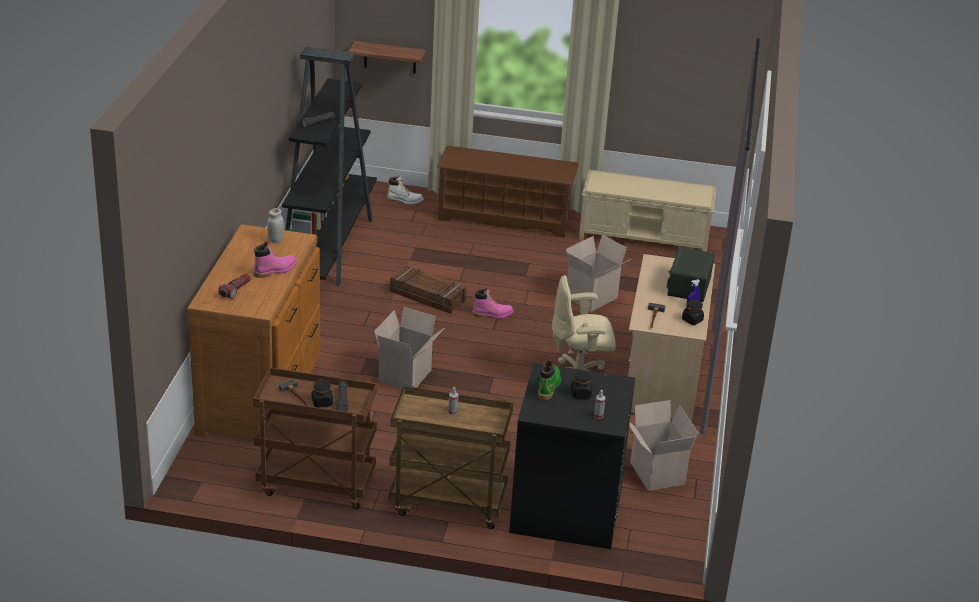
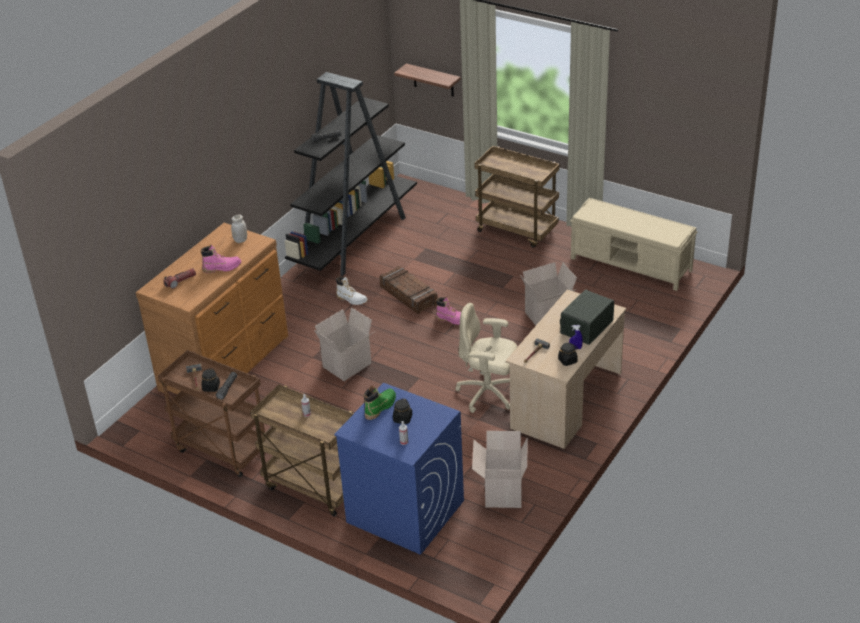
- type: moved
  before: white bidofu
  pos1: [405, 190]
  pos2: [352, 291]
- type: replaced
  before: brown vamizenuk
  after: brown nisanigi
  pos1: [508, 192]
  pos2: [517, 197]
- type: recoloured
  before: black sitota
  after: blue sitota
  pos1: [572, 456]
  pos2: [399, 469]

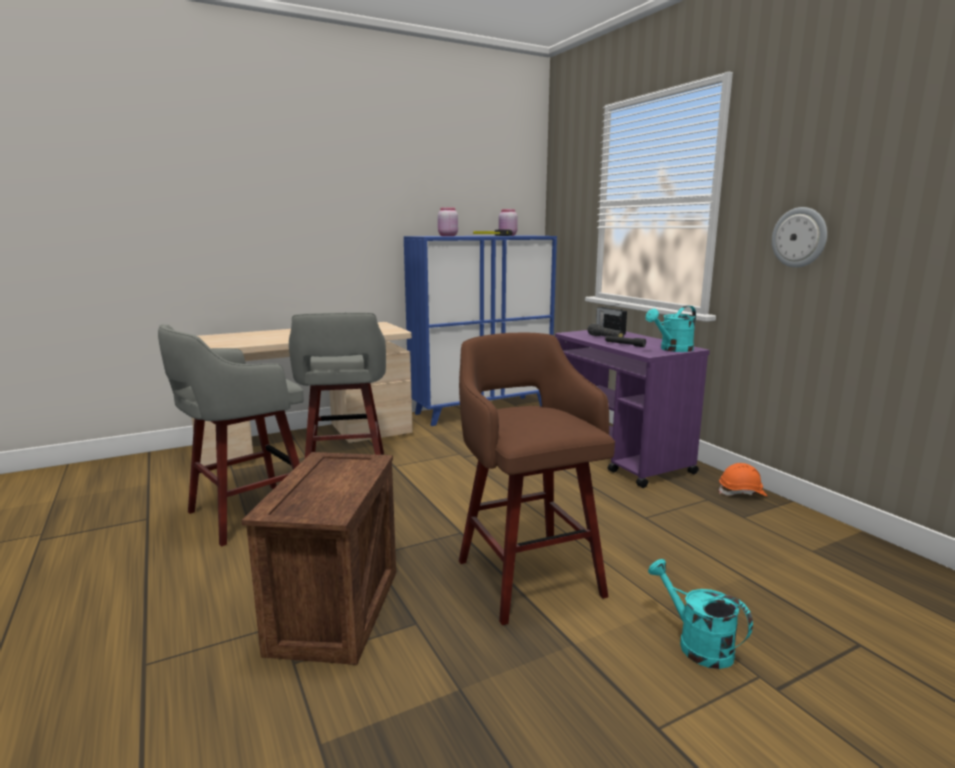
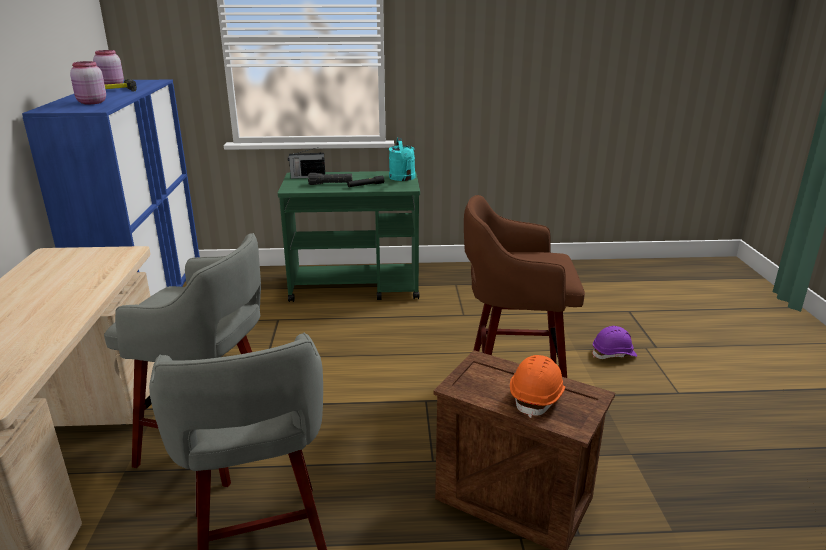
- type: recoloured
  before: purple nisanigi
  after: green nisanigi
  pos1: [632, 409]
  pos2: [349, 236]
- type: replaced
  before: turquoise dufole
  after: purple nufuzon
  pos1: [700, 614]
  pos2: [614, 342]
- type: moved
  before: orange nufuzon
  pos1: [743, 479]
  pos2: [537, 386]
- type: removed
  before: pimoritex
  pos1: [799, 237]

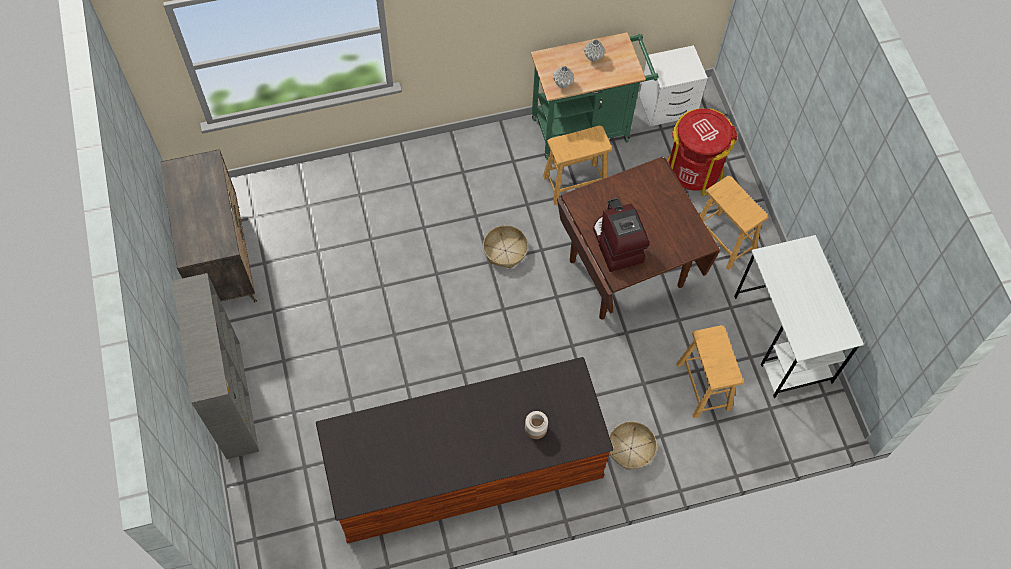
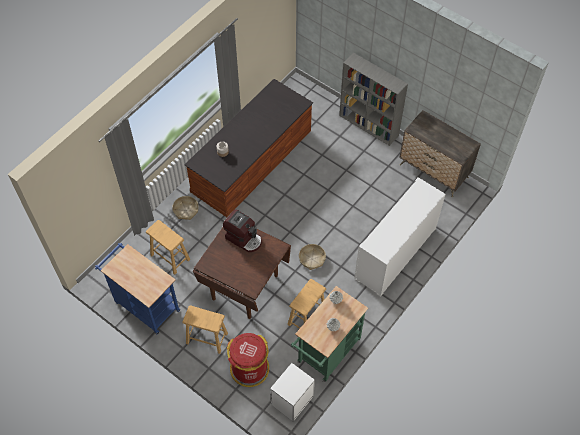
- type: replaced
  before: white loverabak
  after: blue nisanigi
  pos1: [799, 316]
  pos2: [137, 288]
- type: added
  after: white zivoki
  pos2: [400, 237]

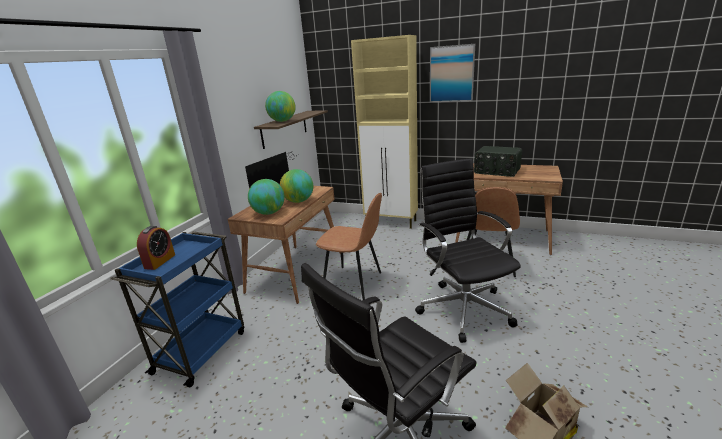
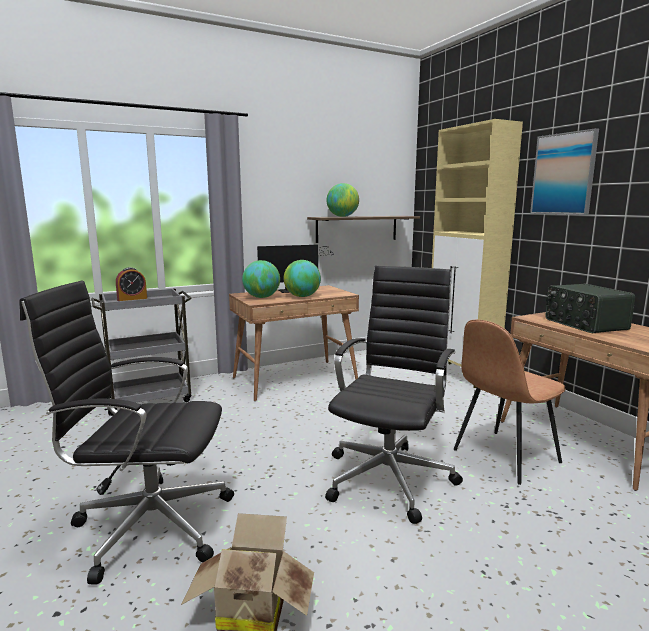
- type: recoloured
  before: blue nisanigi
  after: grey nisanigi
  pos1: [177, 309]
  pos2: [141, 352]
- type: removed
  before: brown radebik
  pos1: [349, 246]

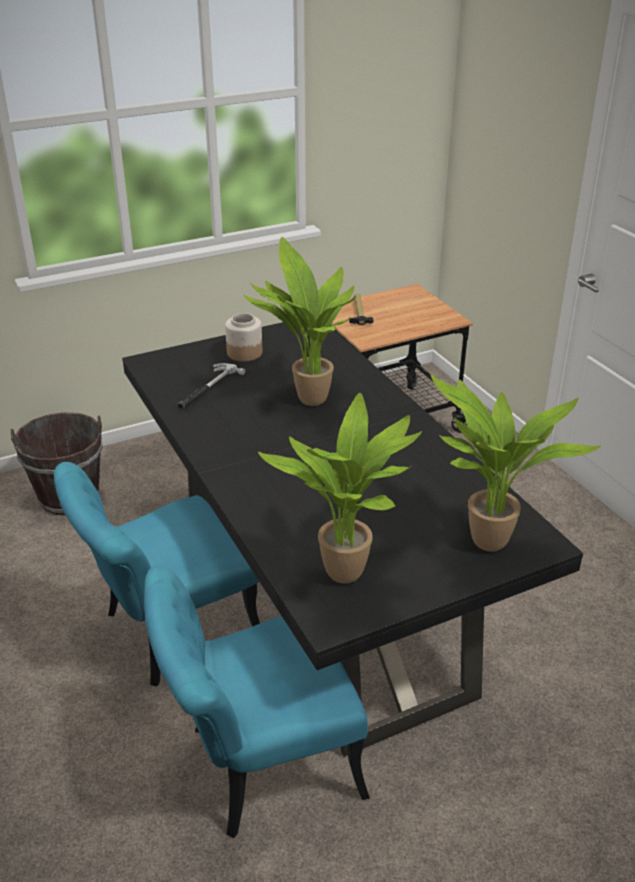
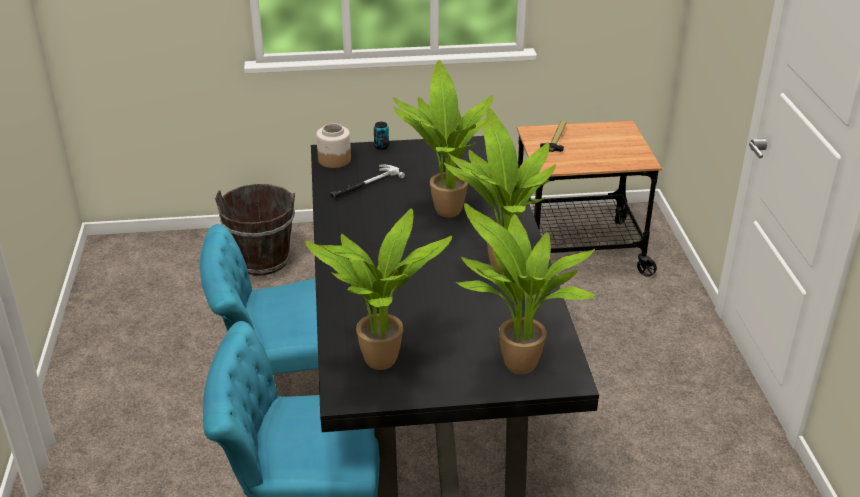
- type: moved
  before: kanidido
  pos1: [243, 337]
  pos2: [333, 145]
- type: added
  after: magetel
  pos2: [381, 136]
- type: added
  after: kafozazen
  pos2: [500, 192]

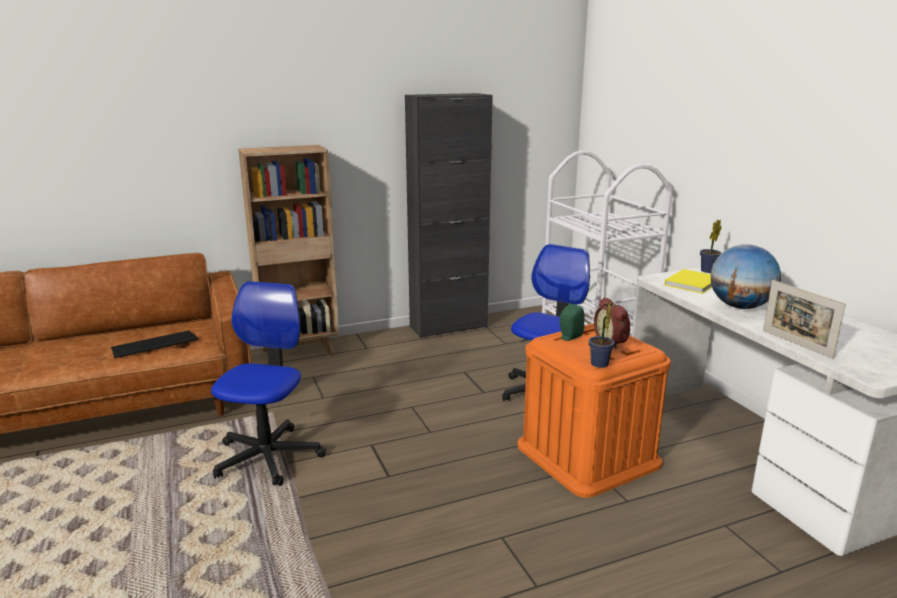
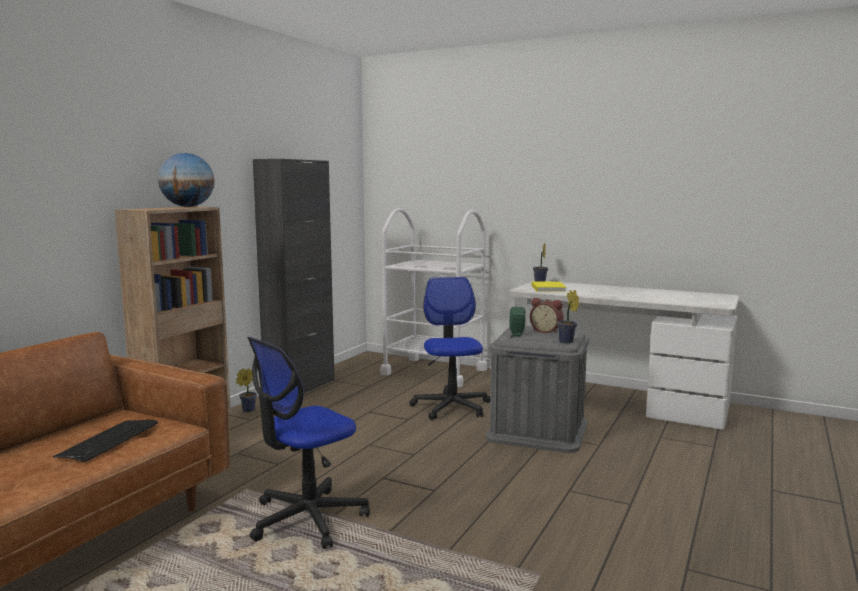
- type: turned
  before: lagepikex
  pos1: [268, 383]
  pos2: [308, 443]
  turn: -105
- type: recoloured
  before: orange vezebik
  after: grey vezebik
  pos1: [594, 410]
  pos2: [537, 389]
- type: moved
  before: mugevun
  pos1: [746, 276]
  pos2: [186, 180]
- type: removed
  before: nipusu
  pos1: [804, 319]
- type: added
  after: kafozazen
  pos2: [246, 390]

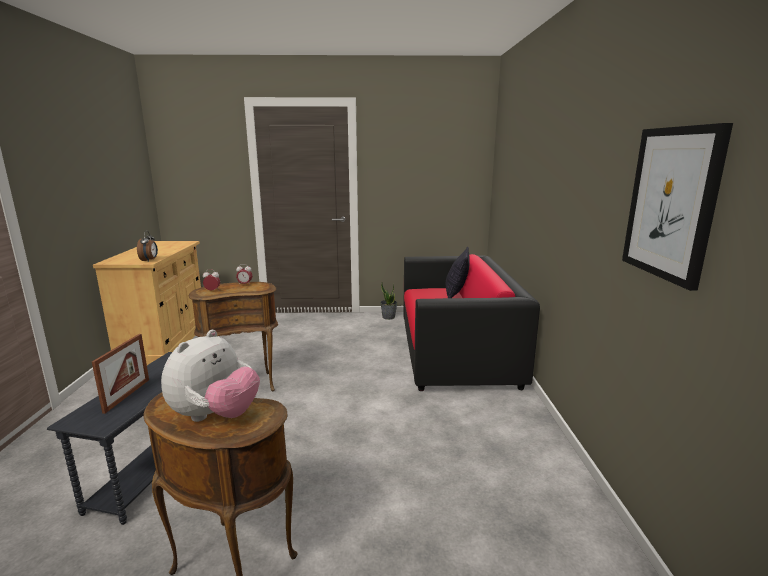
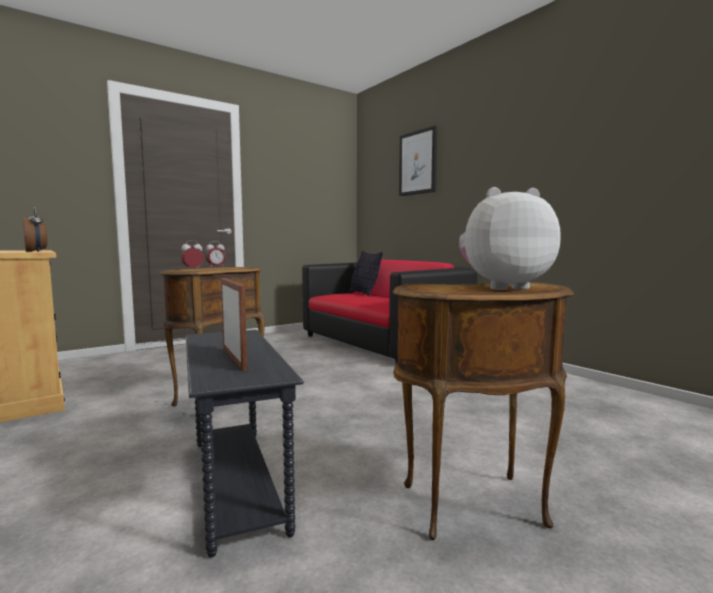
- type: turned
  before: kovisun
  pos1: [210, 376]
  pos2: [510, 238]
  turn: -90
- type: removed
  before: kafozazen
  pos1: [389, 300]
- type: moved
  before: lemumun
  pos1: [677, 207]
  pos2: [418, 161]

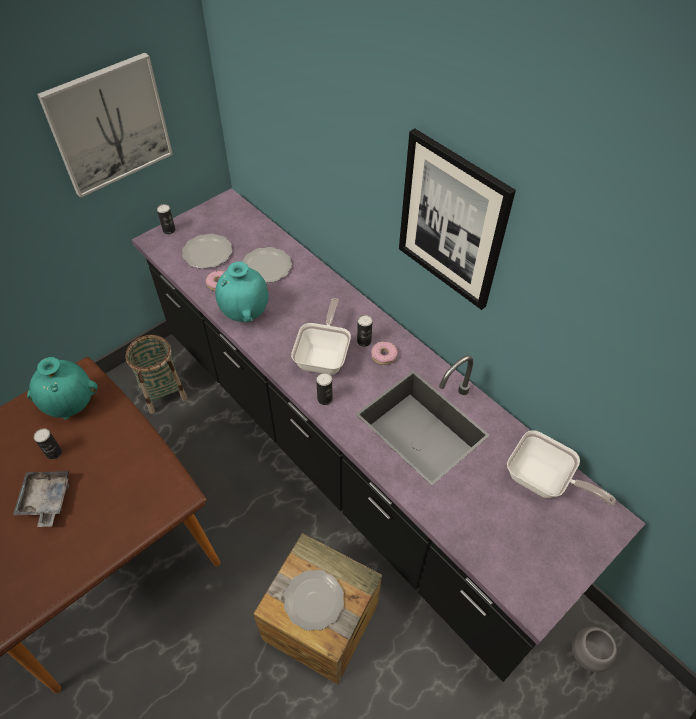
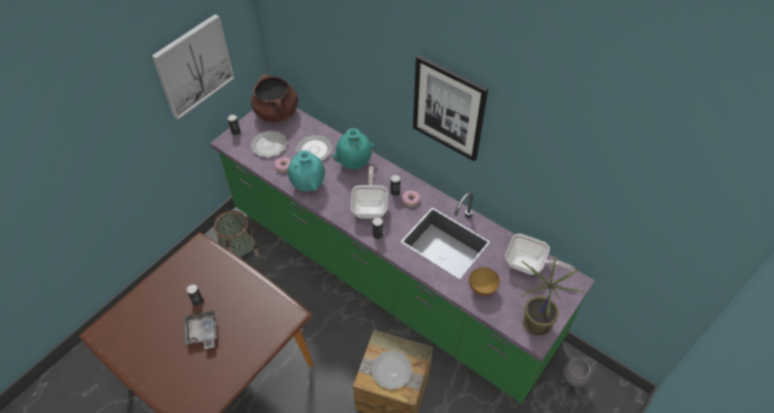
- type: moved
  before: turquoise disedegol
  pos1: [62, 388]
  pos2: [354, 149]
- type: recoloured
  before: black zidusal
  after: green zidusal
  pos1: [389, 435]
  pos2: [402, 256]
- type: added
  after: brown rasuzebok
  pos2: [274, 98]
- type: added
  after: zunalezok
  pos2: [484, 281]
- type: added
  after: kafozazen
  pos2: [553, 295]

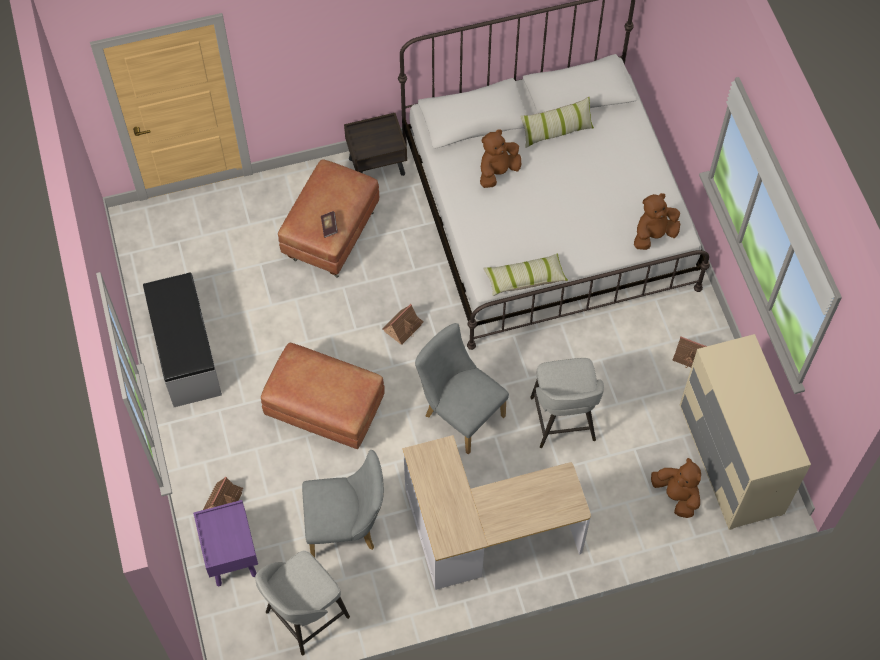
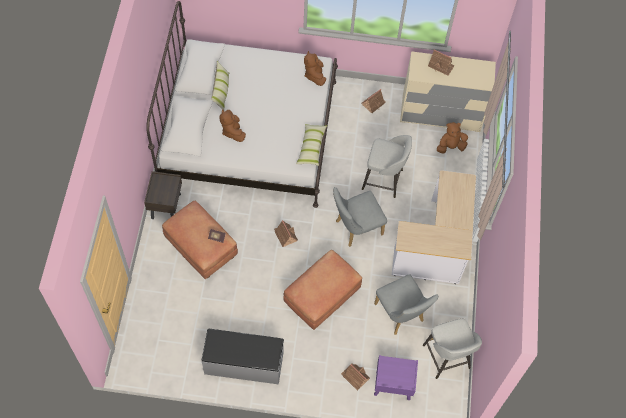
- type: turned
  before: grey radebik
  pos1: [343, 503]
  pos2: [406, 304]
  turn: 135
- type: added
  after: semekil
  pos2: [441, 63]

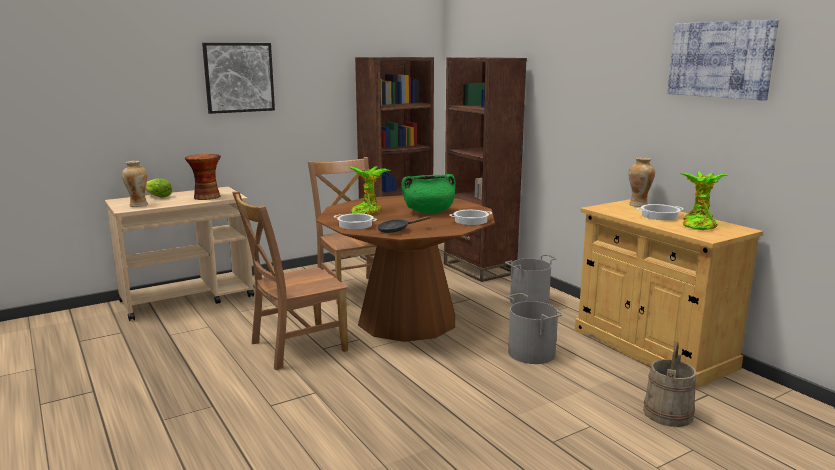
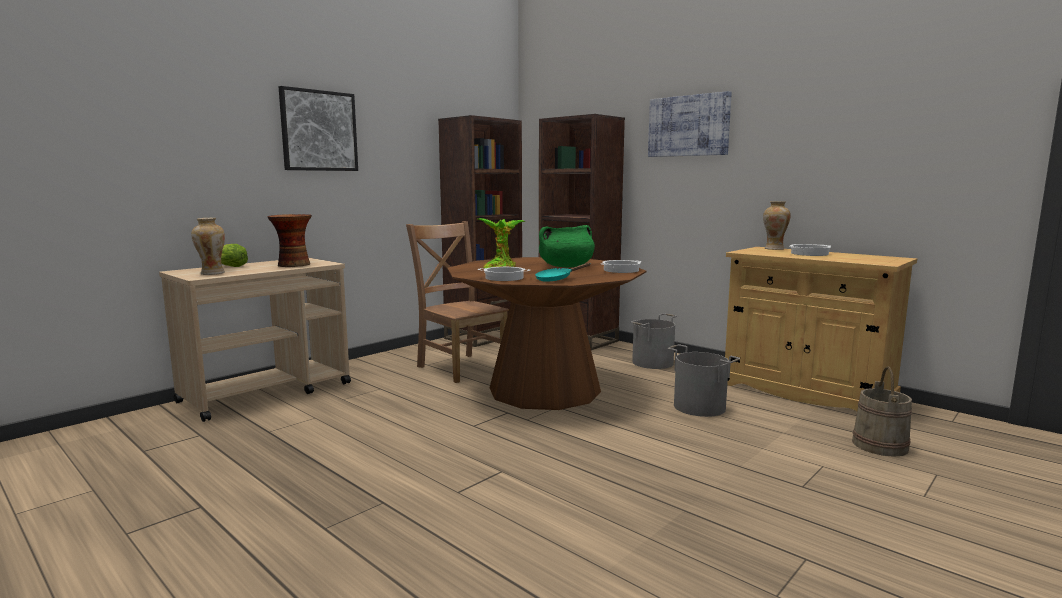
- type: removed
  before: brown radebik
  pos1: [290, 280]
- type: recoloured
  before: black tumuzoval
  after: turquoise tumuzoval
  pos1: [404, 224]
  pos2: [563, 272]
- type: moved
  before: lemumun
  pos1: [723, 60]
  pos2: [690, 124]
- type: removed
  before: kafozazen
  pos1: [703, 200]

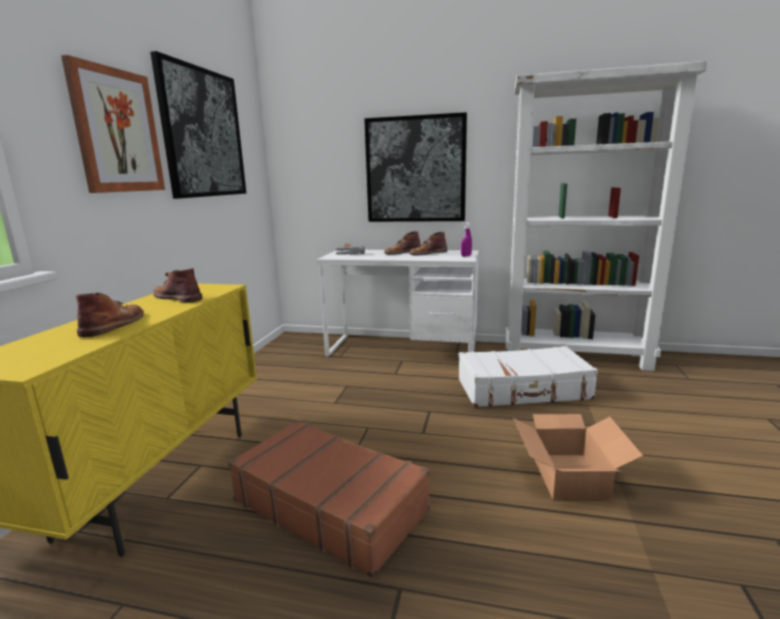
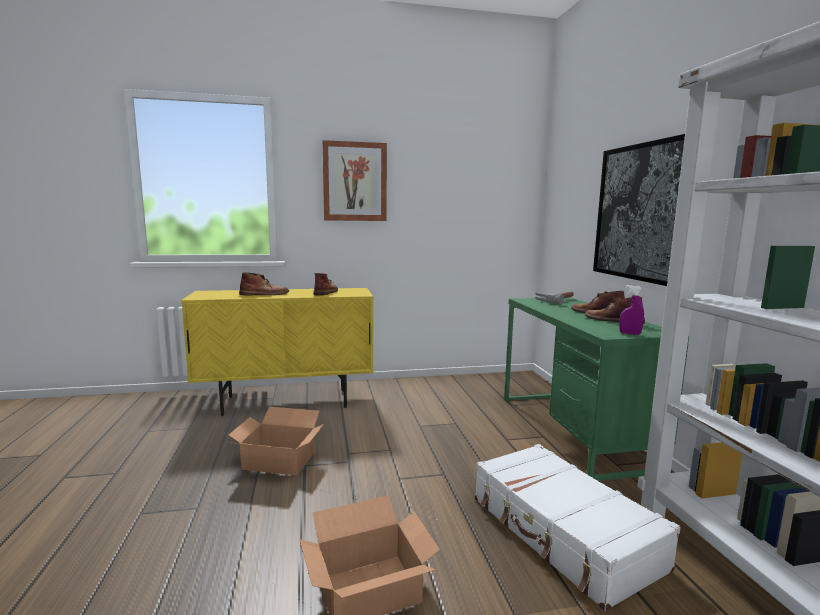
- type: removed
  before: lemumun
  pos1: [198, 125]
- type: replaced
  before: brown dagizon
  after: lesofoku
  pos1: [329, 499]
  pos2: [277, 440]
- type: recoloured
  before: white loverabak
  after: green loverabak
  pos1: [397, 303]
  pos2: [596, 389]

